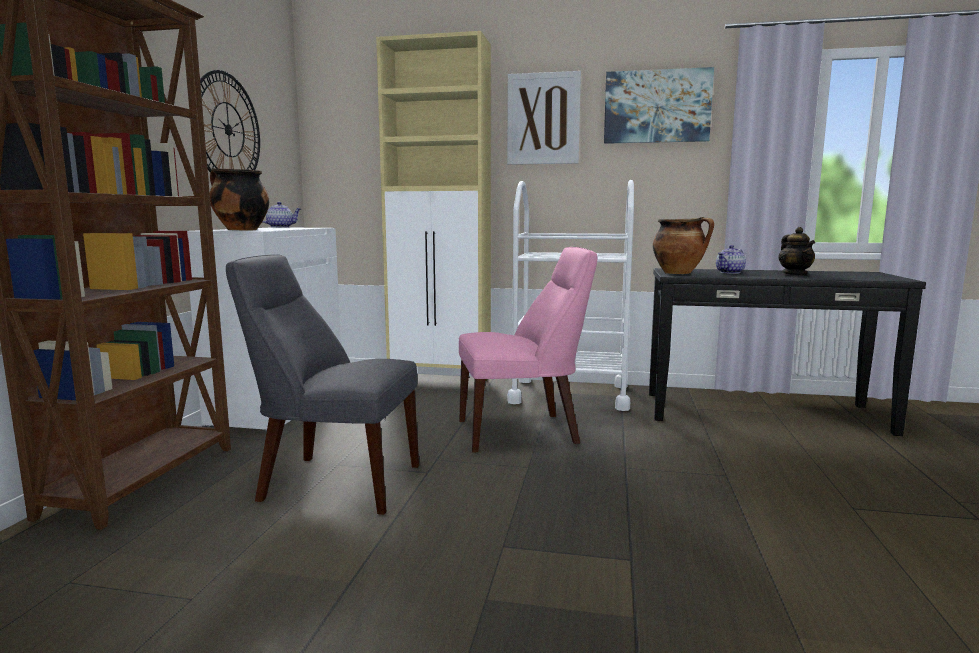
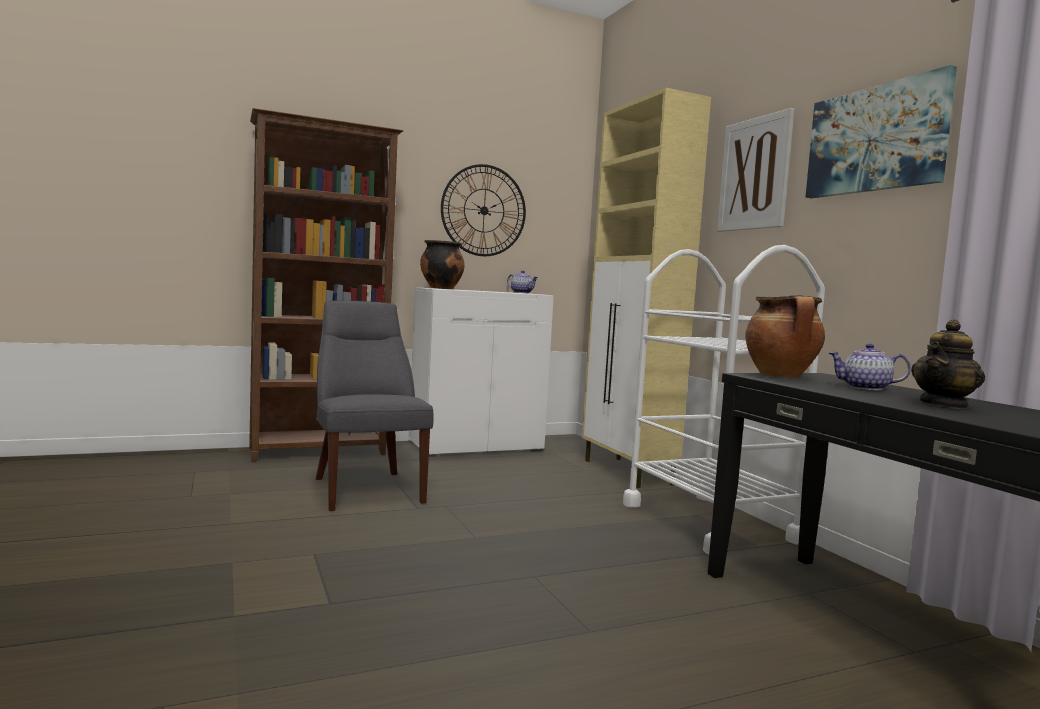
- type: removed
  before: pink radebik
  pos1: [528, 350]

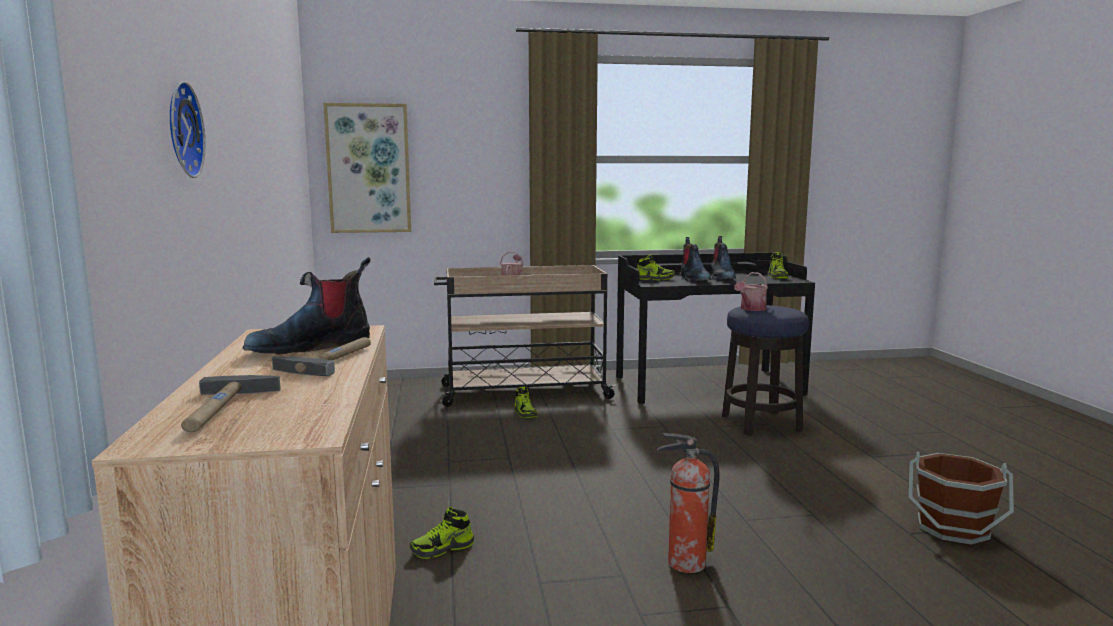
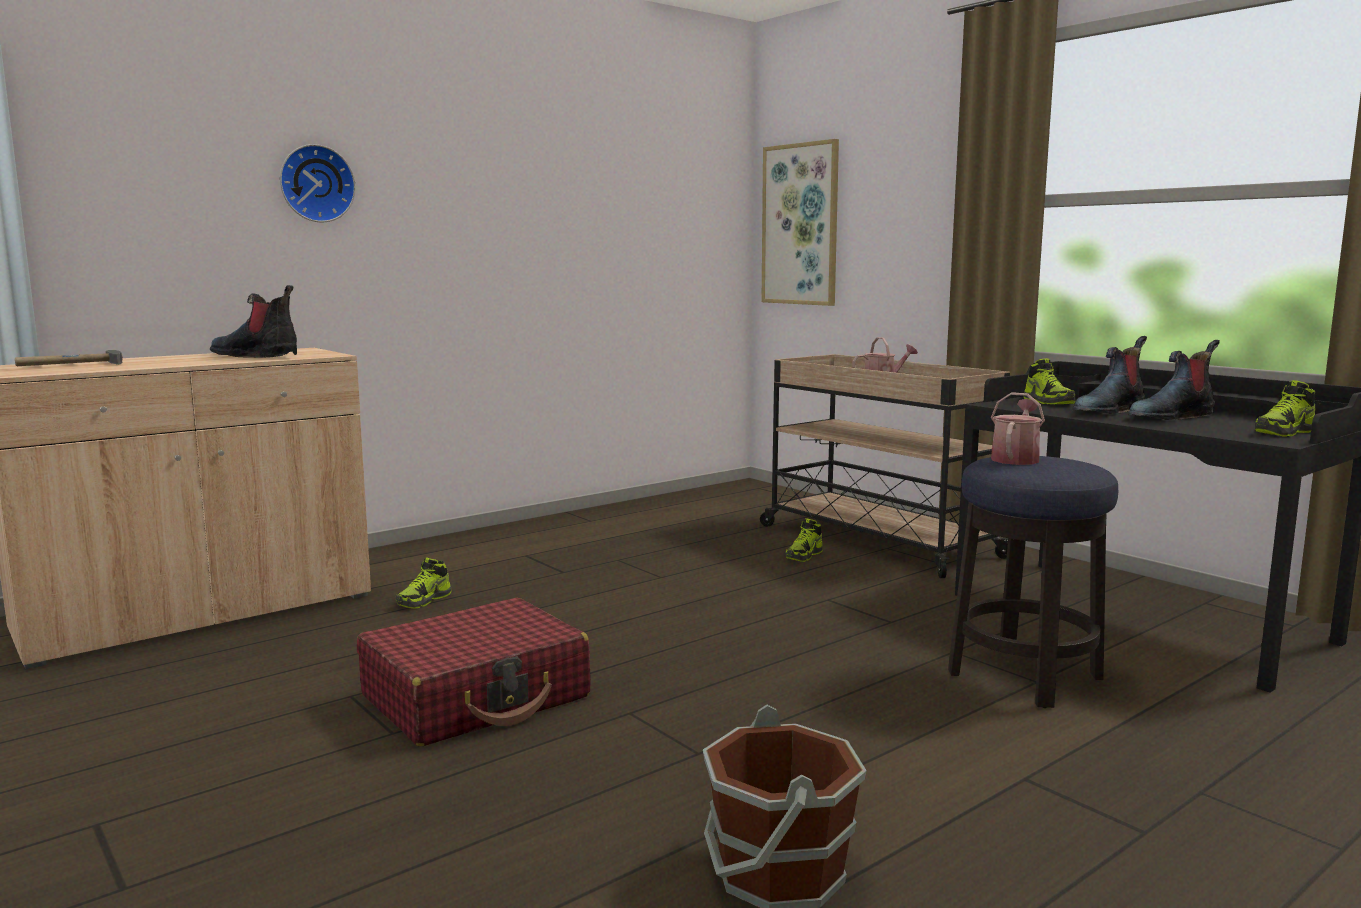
- type: removed
  before: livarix
  pos1: [321, 356]
- type: turned
  before: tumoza
  pos1: [442, 533]
  pos2: [423, 582]
  turn: -90
- type: replaced
  before: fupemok
  after: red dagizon
  pos1: [687, 503]
  pos2: [474, 672]
- type: turned
  before: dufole
  pos1: [751, 291]
  pos2: [1018, 428]
  turn: 105

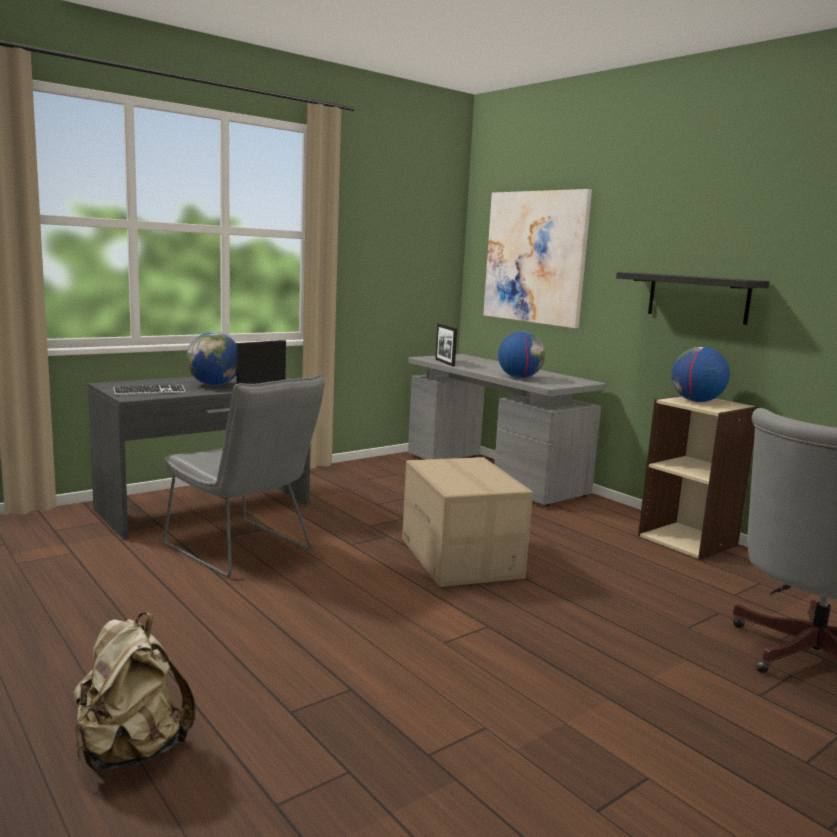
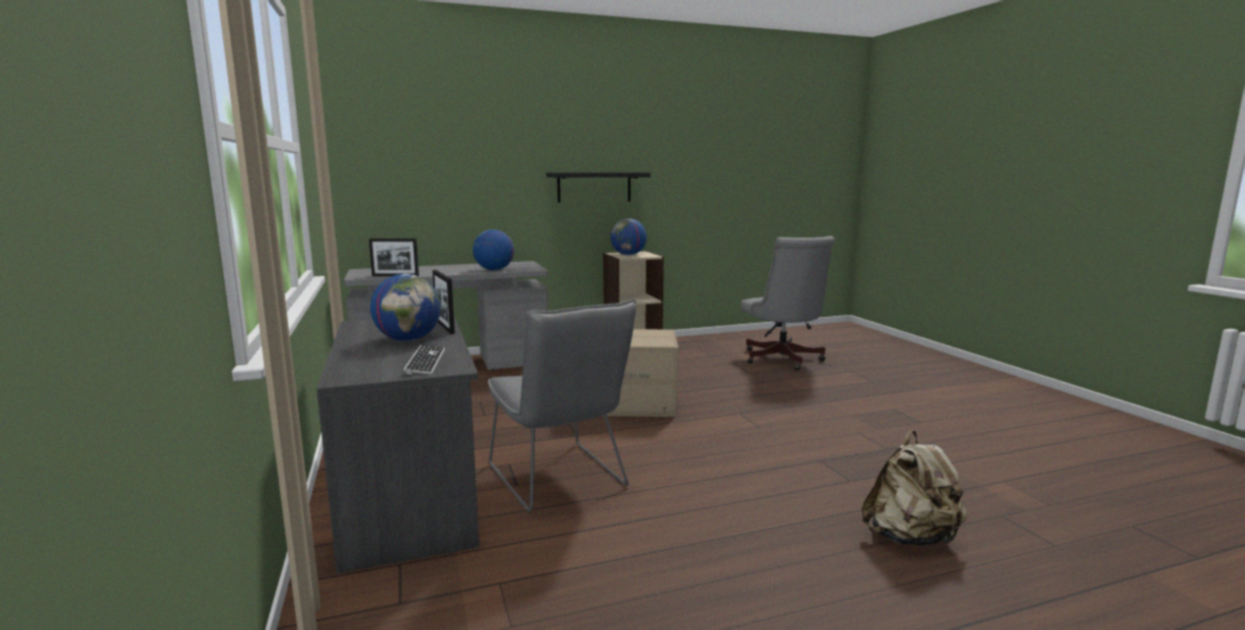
- type: turned
  before: grey radebik
  pos1: [244, 475]
  pos2: [562, 405]
  turn: 90
- type: removed
  before: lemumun
  pos1: [537, 258]

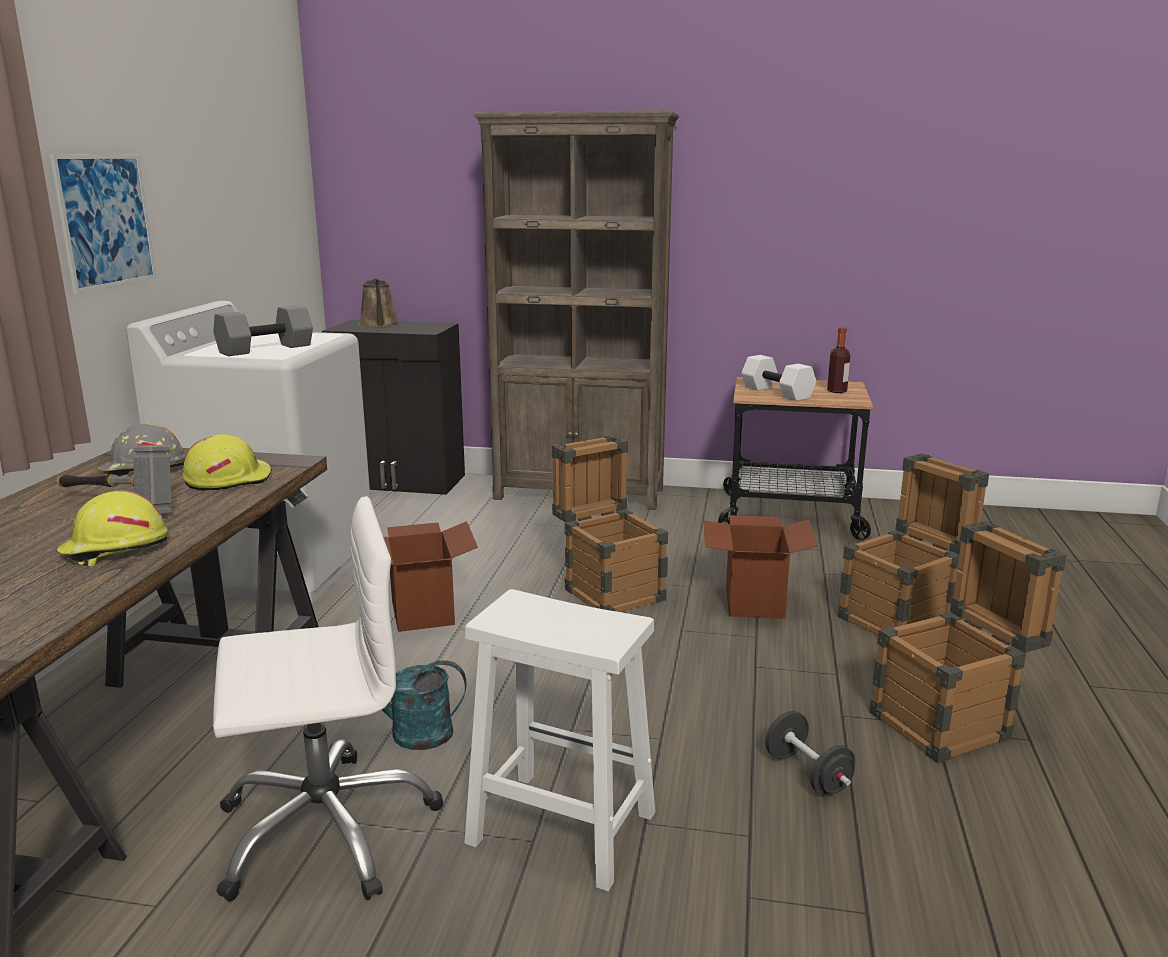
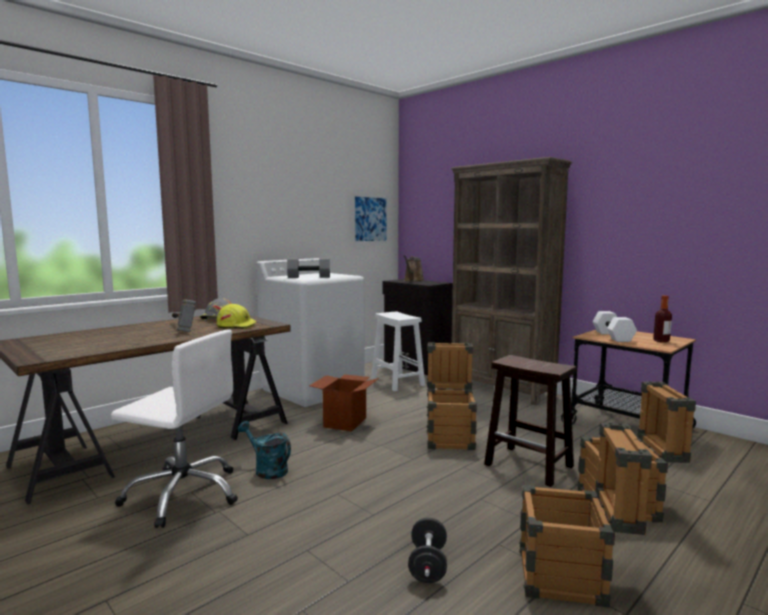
- type: moved
  before: lemumun
  pos1: [103, 224]
  pos2: [370, 219]
- type: removed
  before: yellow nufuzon
  pos1: [112, 529]
- type: moved
  before: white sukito
  pos1: [559, 740]
  pos2: [398, 351]
- type: replaced
  before: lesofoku
  after: brown sukito
  pos1: [761, 567]
  pos2: [530, 421]

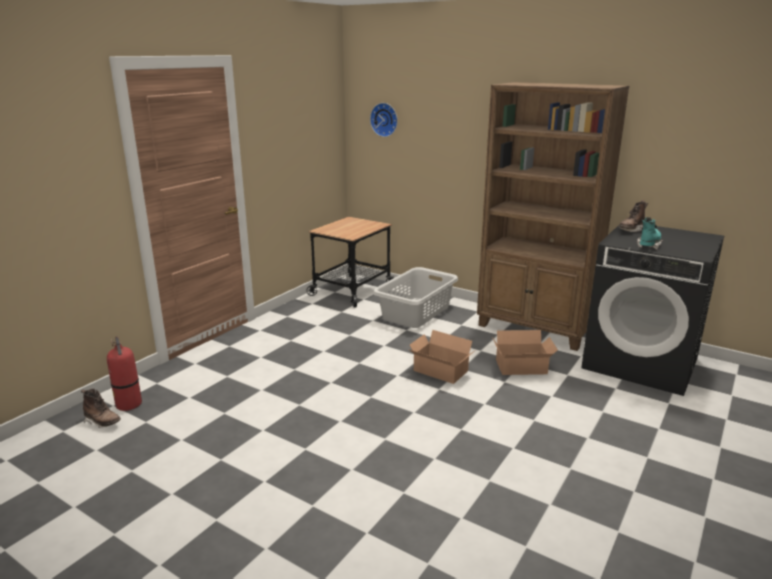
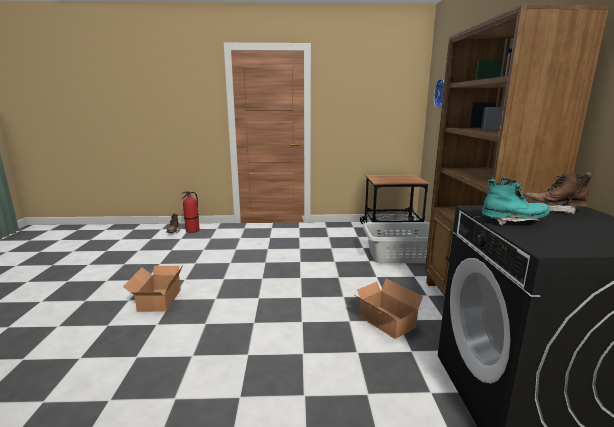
- type: moved
  before: lesofoku
  pos1: [443, 357]
  pos2: [153, 288]

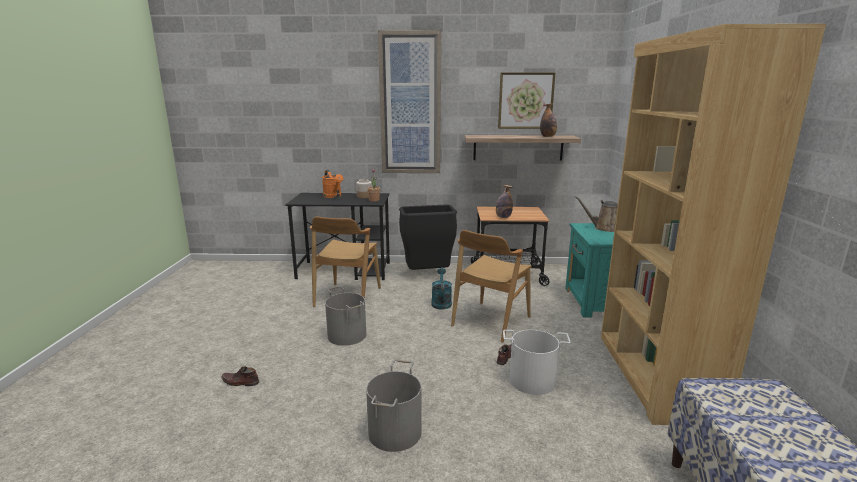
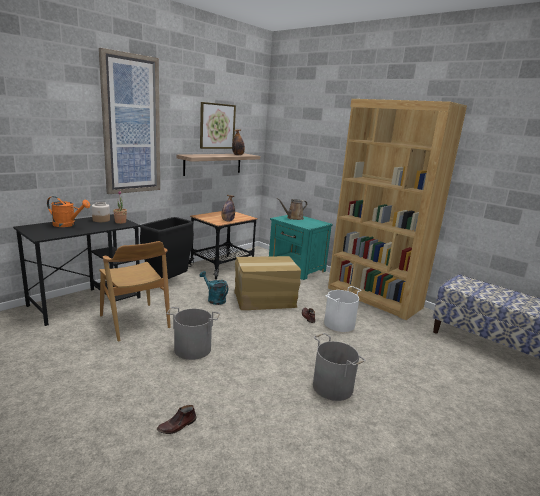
- type: replaced
  before: brown radebik
  after: lesofoku
  pos1: [491, 286]
  pos2: [267, 283]

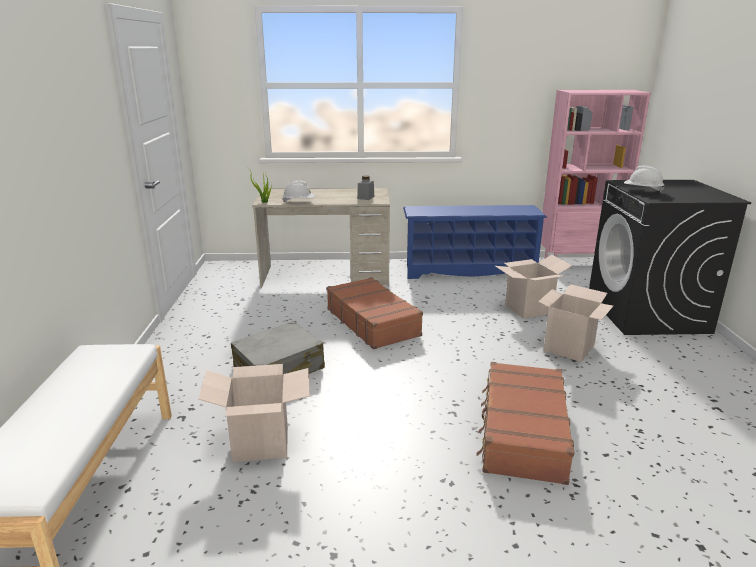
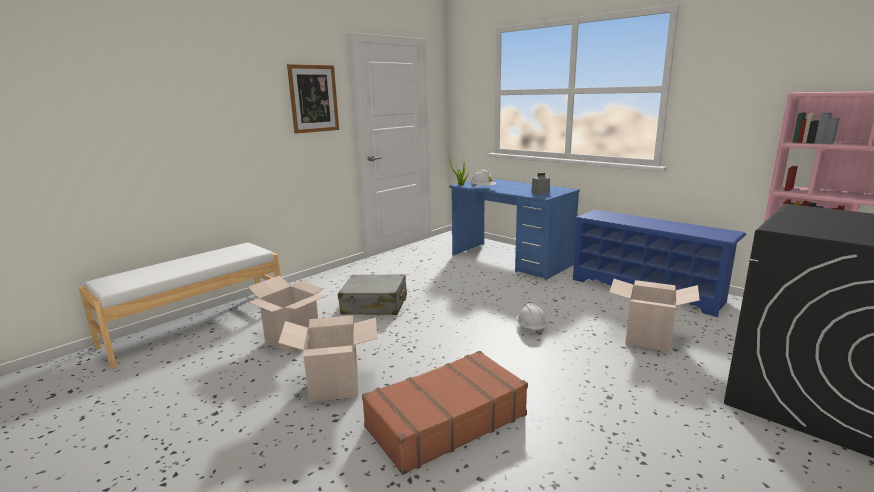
- type: recoloured
  before: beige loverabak
  after: blue loverabak
  pos1: [321, 238]
  pos2: [514, 229]
- type: removed
  before: brown dagizon
  pos1: [375, 313]
- type: moved
  before: lesofoku
  pos1: [575, 323]
  pos2: [328, 358]
- type: moved
  before: white nufuzon
  pos1: [644, 179]
  pos2: [531, 319]
- type: added
  after: lemumun
  pos2: [313, 99]

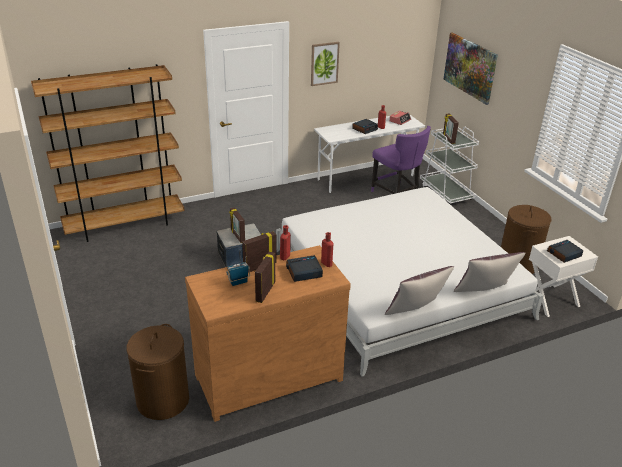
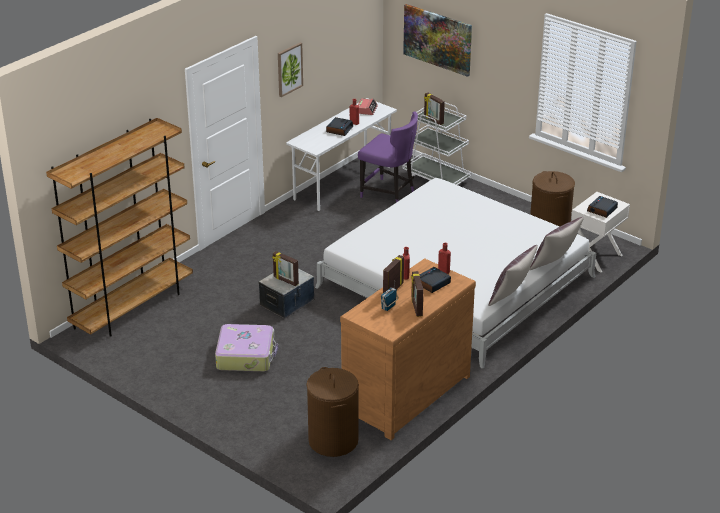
- type: added
  after: dagizon
  pos2: [246, 348]

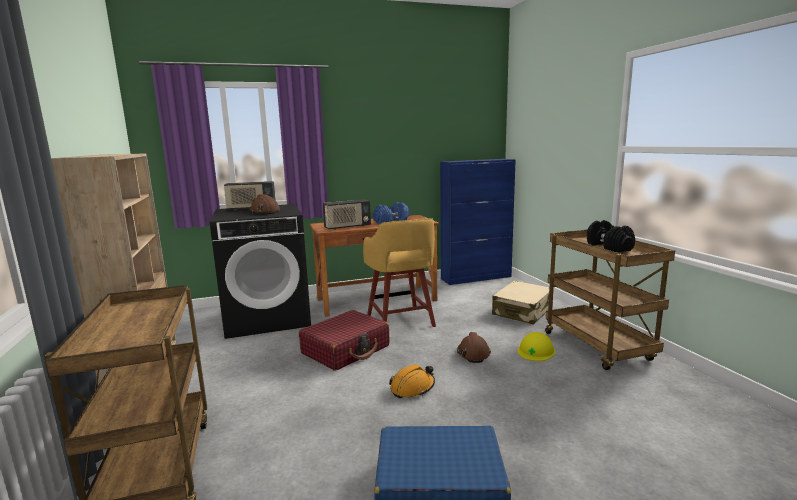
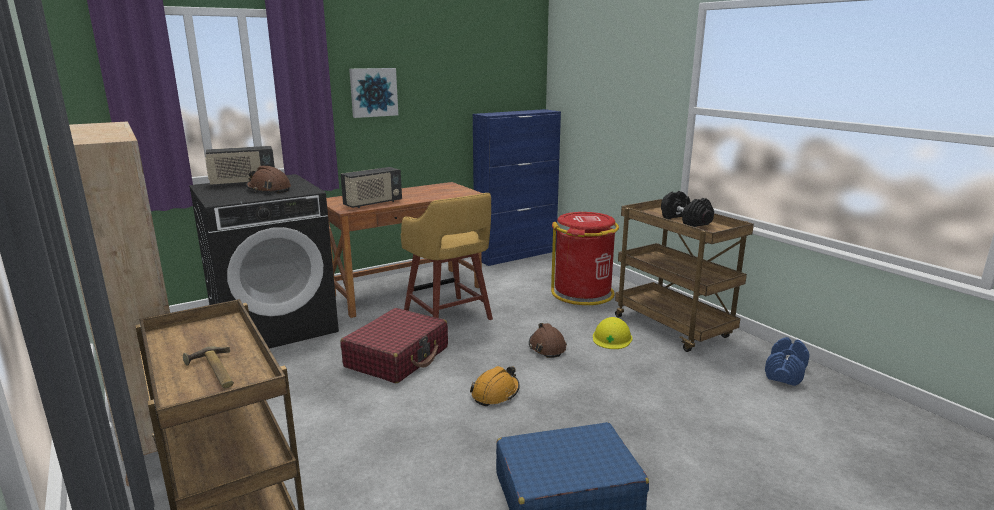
- type: moved
  before: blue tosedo
  pos1: [391, 213]
  pos2: [787, 361]
- type: replaced
  before: beige dagizon
  after: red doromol
  pos1: [523, 303]
  pos2: [585, 258]
- type: added
  after: livarix
  pos2: [208, 367]
- type: added
  after: lemumun
  pos2: [373, 93]

